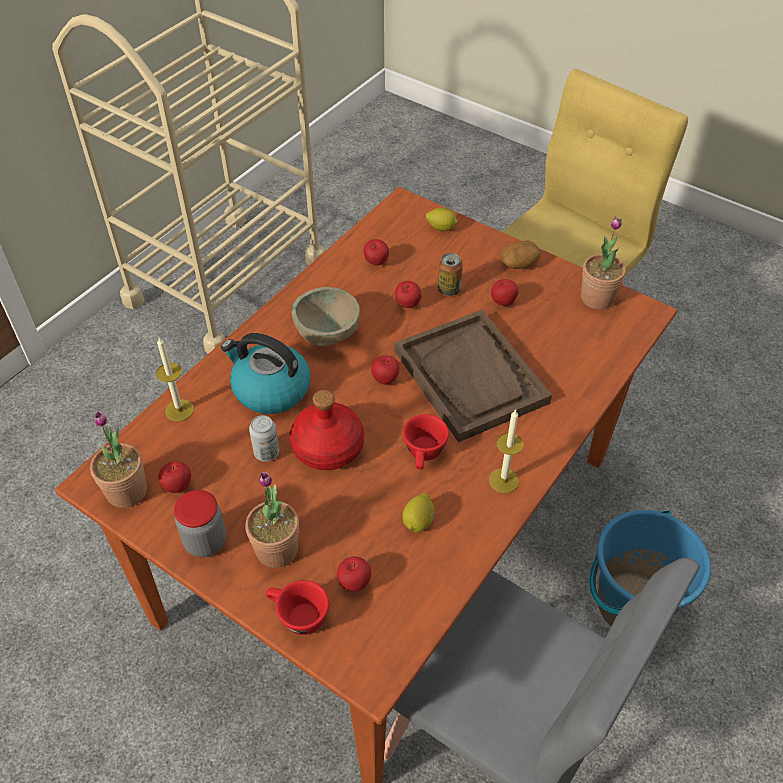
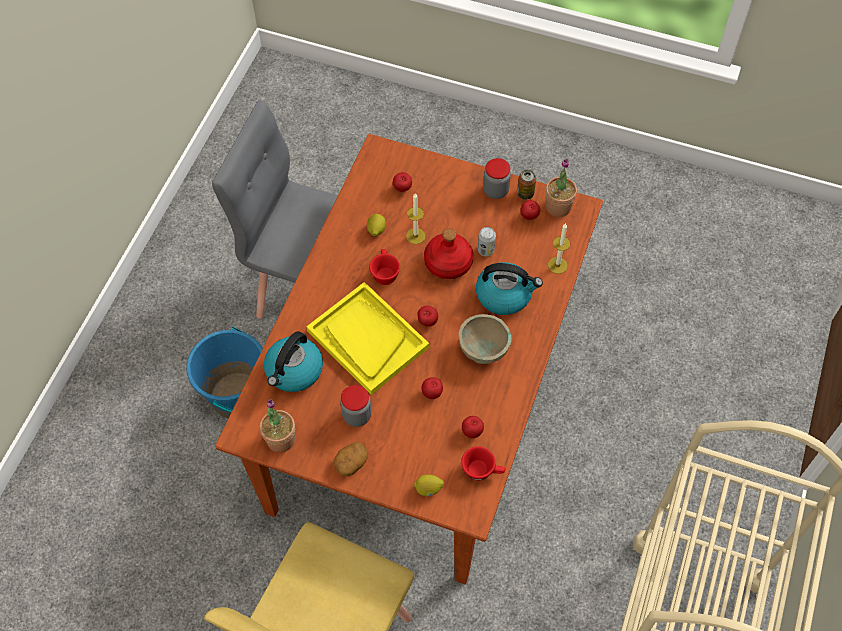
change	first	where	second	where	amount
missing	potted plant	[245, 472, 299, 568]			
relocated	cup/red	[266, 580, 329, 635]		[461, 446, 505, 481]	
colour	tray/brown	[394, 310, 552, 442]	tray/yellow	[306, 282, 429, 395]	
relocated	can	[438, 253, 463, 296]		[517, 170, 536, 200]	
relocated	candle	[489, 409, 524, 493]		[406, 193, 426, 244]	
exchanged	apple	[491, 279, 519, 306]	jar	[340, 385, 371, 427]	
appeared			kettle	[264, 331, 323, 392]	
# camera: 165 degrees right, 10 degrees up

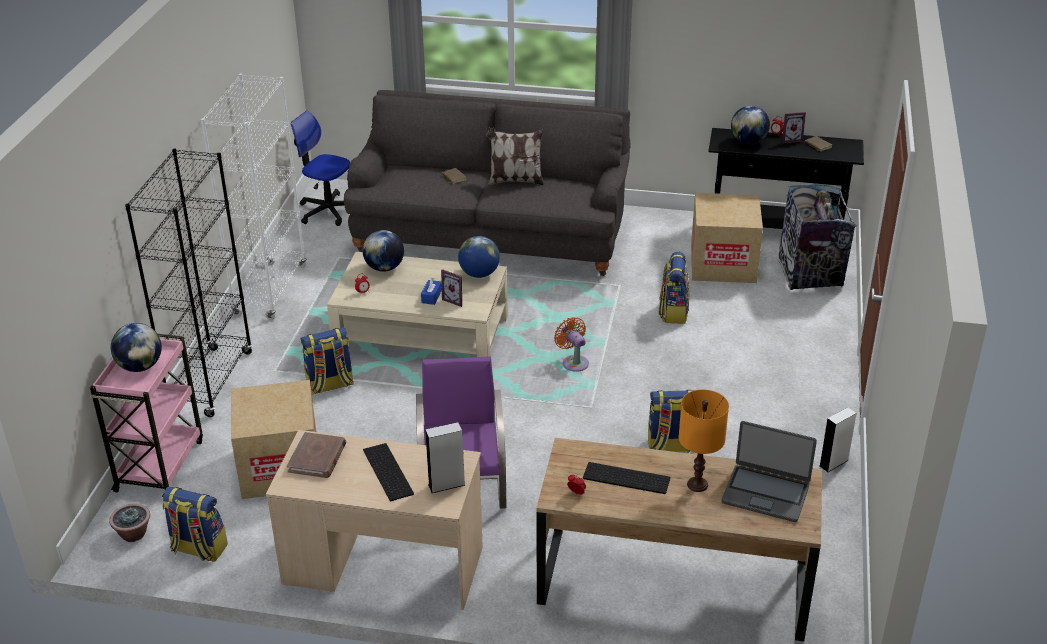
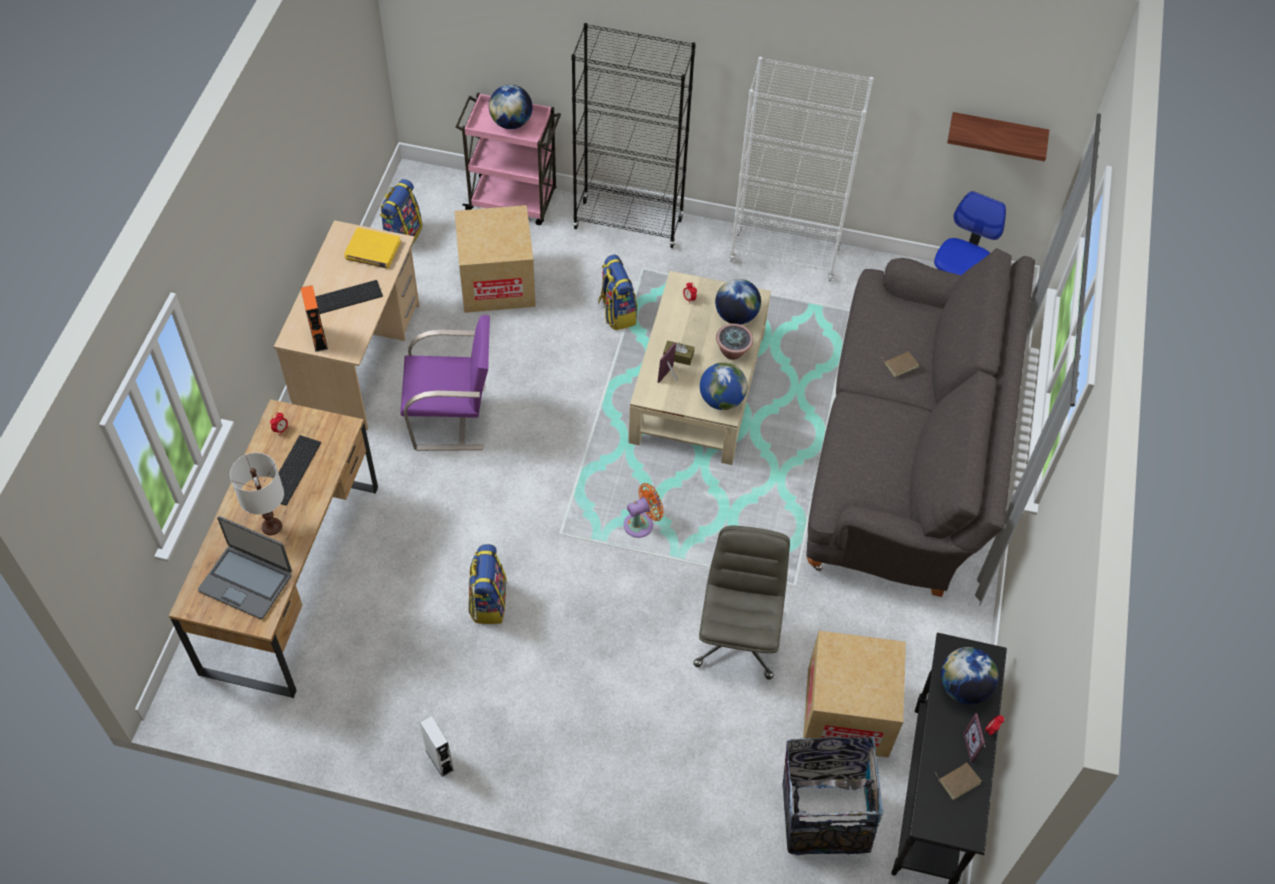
change	first	where	second	where	amount
relocated	potted plant	[109, 504, 150, 542]		[716, 323, 753, 360]	
colour	book/brown	[287, 432, 346, 478]	book/yellow	[345, 227, 401, 269]	
colour	tissue box/blue	[421, 277, 442, 305]	tissue box/brown	[663, 341, 694, 365]	
colour	speaker/grey	[425, 422, 465, 493]	speaker/orange	[301, 285, 328, 352]	
missing	pillow	[486, 128, 544, 185]			
exchanged	backpack	[658, 252, 690, 324]	office chair/grey	[694, 526, 790, 679]	
colour	table lamp/orange	[679, 389, 729, 492]	table lamp/white	[230, 453, 284, 535]	
spun	laptop	[721, 421, 817, 522]		[198, 516, 292, 619]	90 degrees counterclockwise
appeared			shelf	[947, 112, 1049, 161]	
# camera: 90 degrees right, 20 degrees up

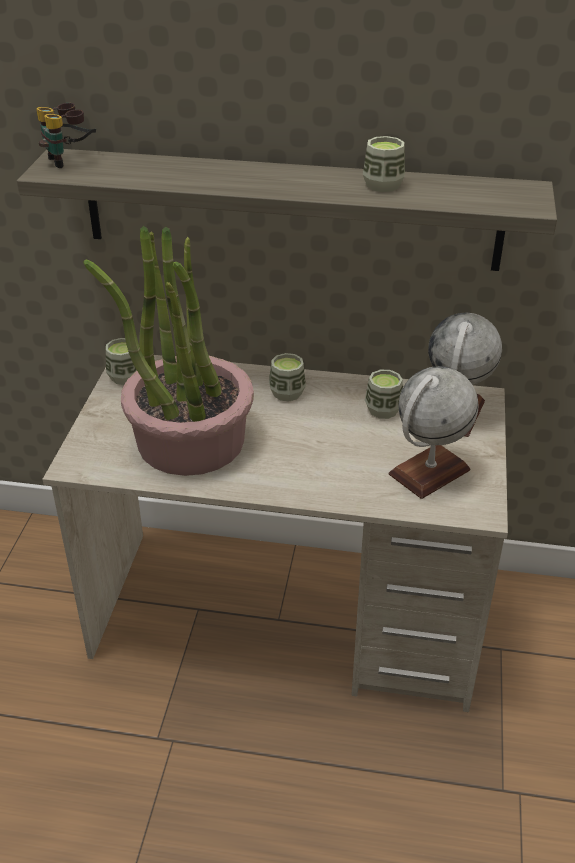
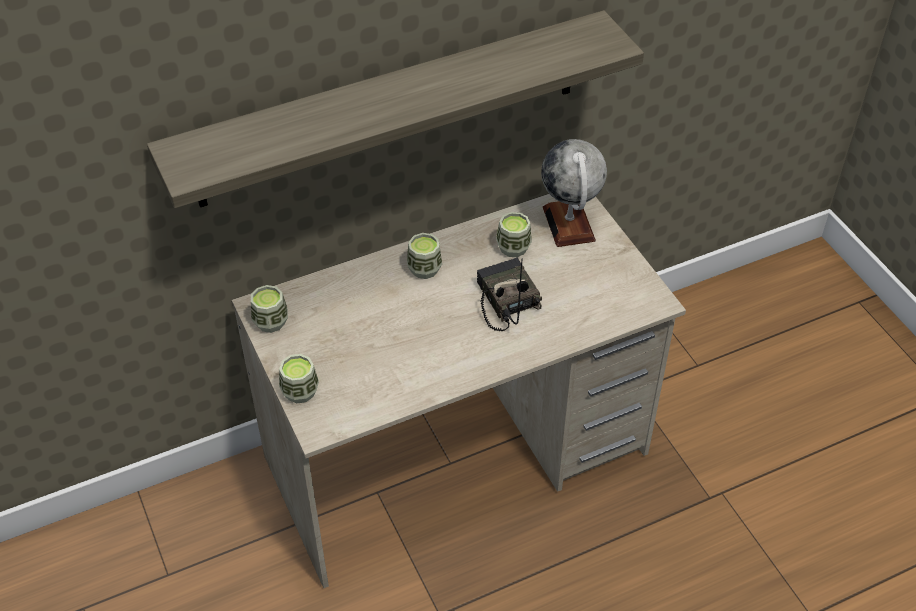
change	first	where	second	where	amount
missing	binoculars	[36, 103, 96, 168]			
missing	potted plant	[83, 226, 254, 476]			
relocated	cup	[363, 136, 405, 192]		[279, 354, 319, 403]	
missing	globe	[389, 366, 478, 499]			
appeared			radio	[477, 258, 542, 331]	
# camera: 35 degrees left, 10 degrees up

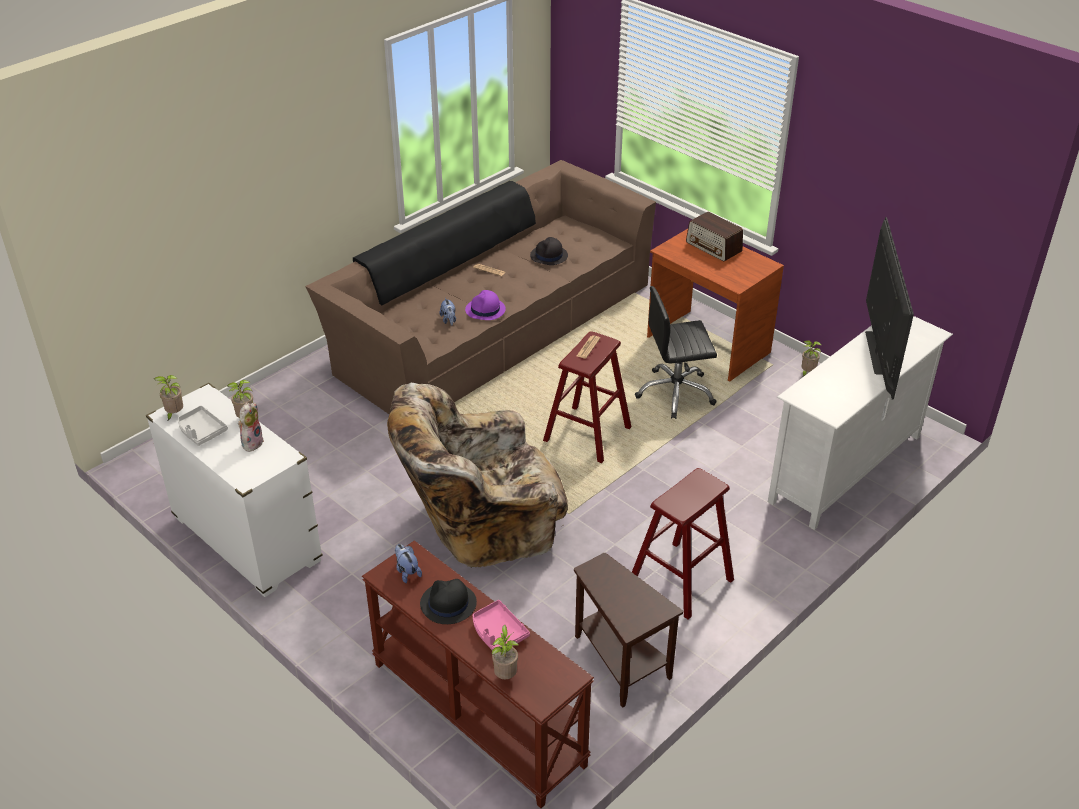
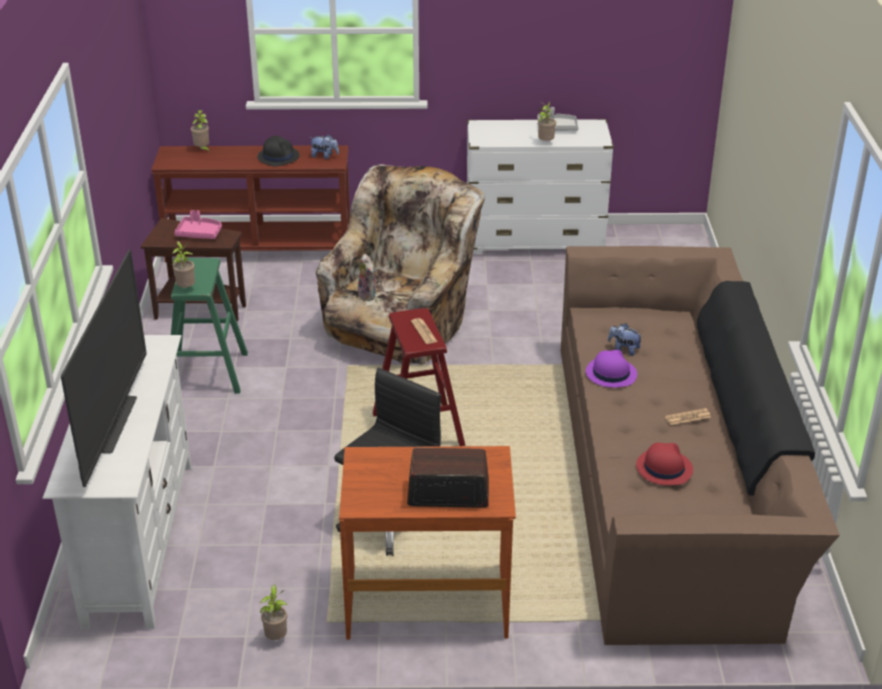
change	first	where	second	where	amount
relocated	potted plant	[154, 375, 183, 422]		[172, 241, 195, 288]	
relocated	plush toy	[238, 403, 264, 452]		[358, 254, 378, 301]	
relocated	tray/pink	[472, 600, 530, 650]		[174, 210, 222, 239]	
colour	hat/black	[530, 237, 568, 265]	hat/red	[636, 443, 693, 485]	
colour	stool/red	[632, 468, 734, 620]	stool/green	[171, 258, 248, 394]	
spun	television	[865, 217, 914, 399]		[61, 250, 147, 487]	135 degrees counterclockwise
# camera: 135 degrees right, 5 degrees down

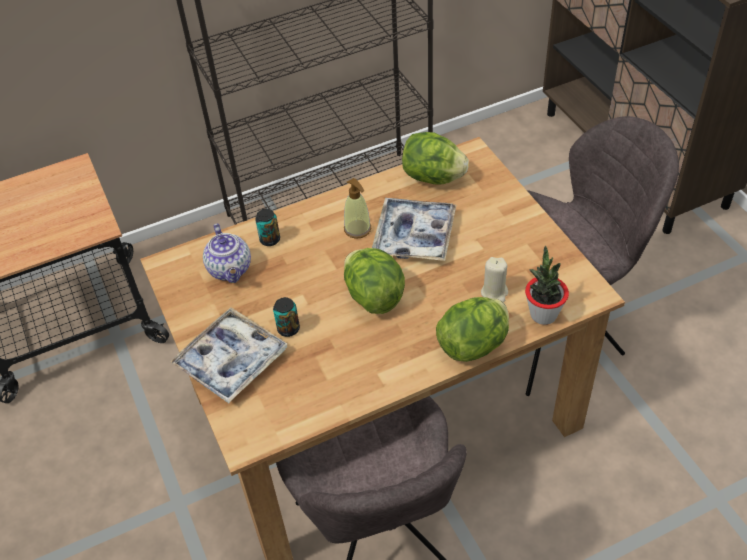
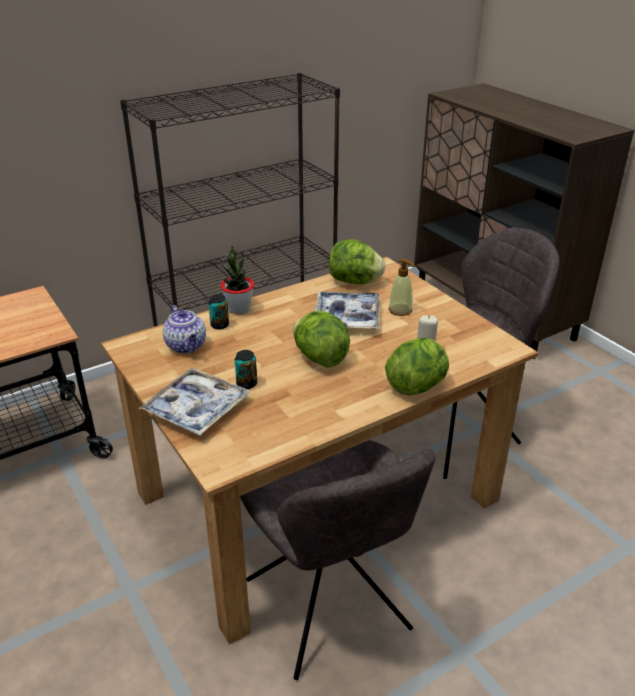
change	first	where	second	where	amount
relocated	soap dispenser	[344, 178, 371, 239]		[389, 259, 415, 316]	
relocated	potted plant	[525, 246, 569, 325]		[221, 245, 254, 314]	
# camera: 10 degrees left, 15 degrees down

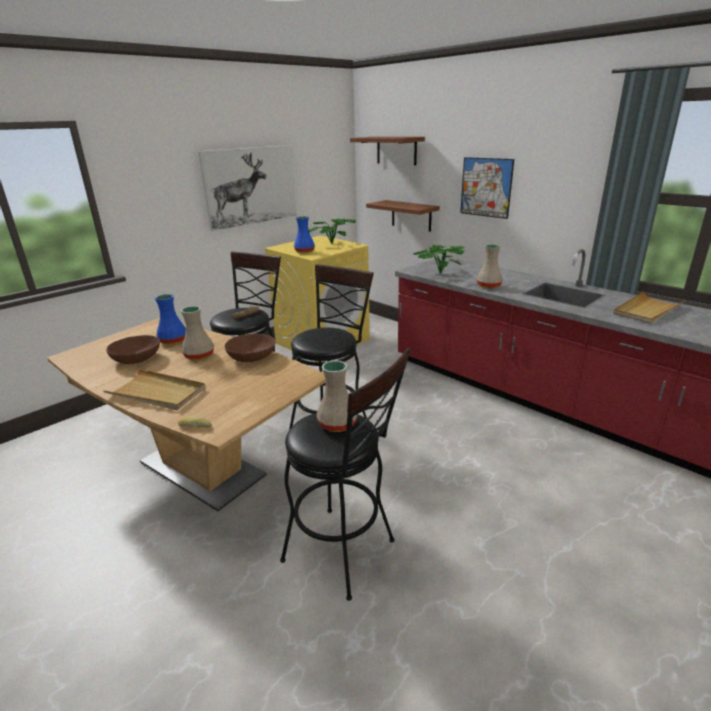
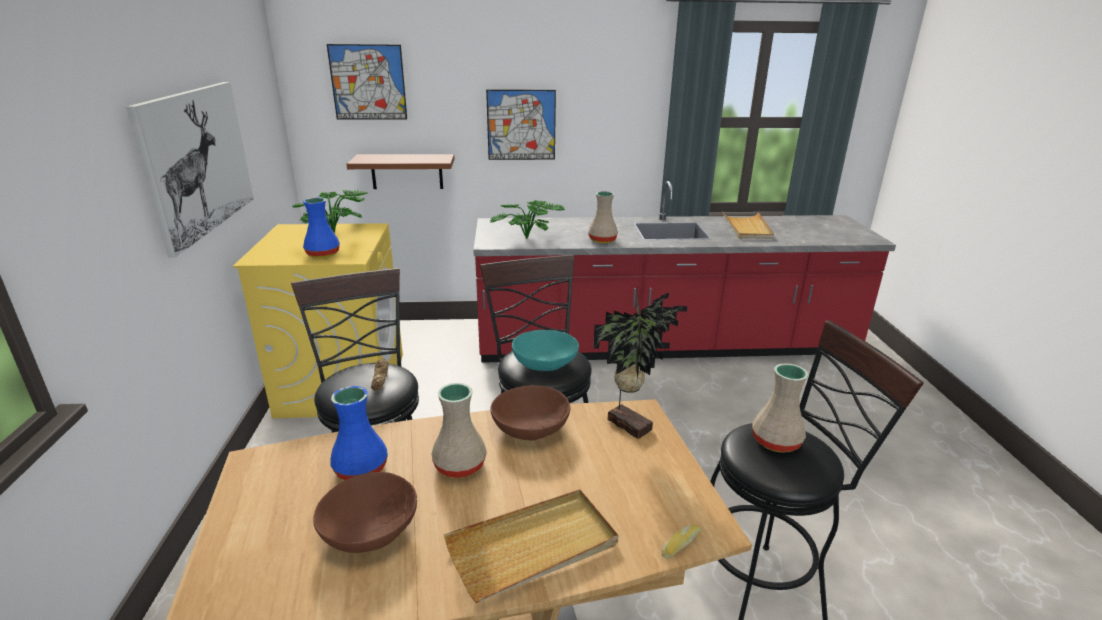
change	first	where	second	where	amount
exchanged	shelf/brown	[350, 137, 425, 165]	picture	[327, 44, 407, 120]	
appeared			bowl/turquoise	[512, 330, 579, 371]	
appeared			potted plant	[593, 287, 687, 439]	
# camera: 50 degrees left, 0 degrees up

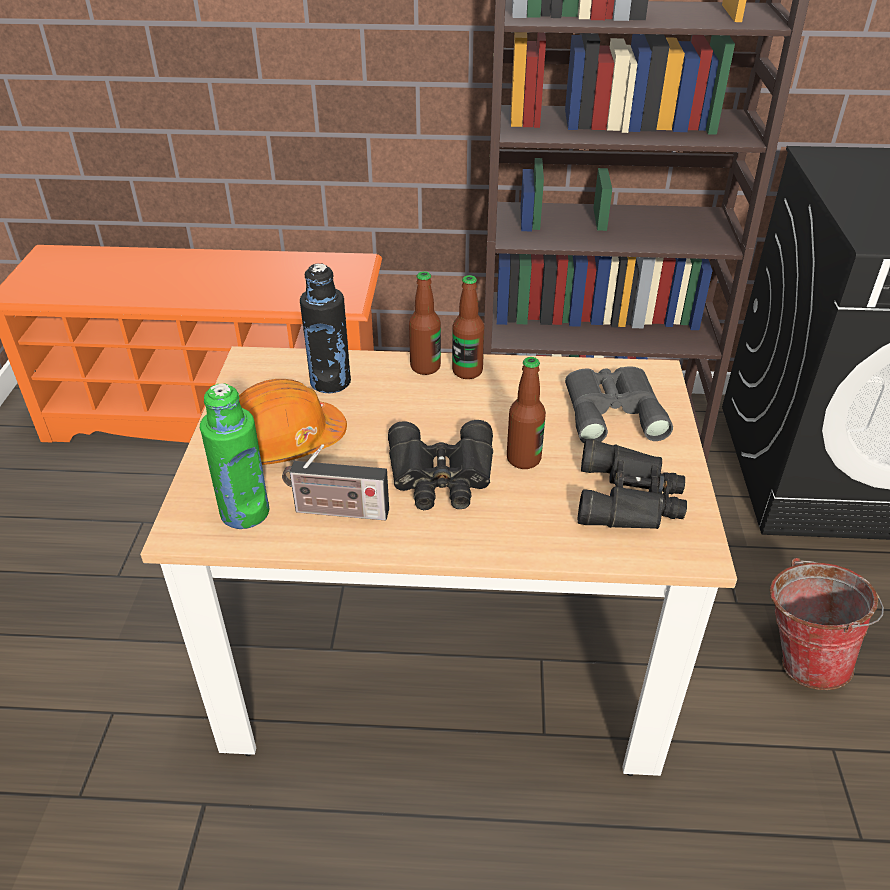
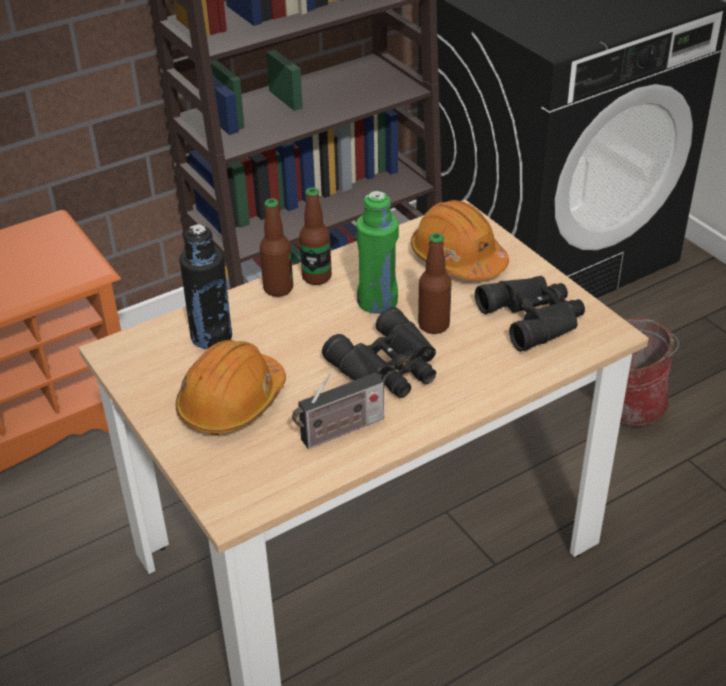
change	first	where	second	where	amount
relocated	bottle/green	[200, 383, 269, 529]		[356, 191, 399, 314]	
exchanged	binoculars/grey	[565, 366, 673, 443]	hard hat/orange	[411, 200, 509, 280]	
# camera: 35 degrees left, 0 degrees up

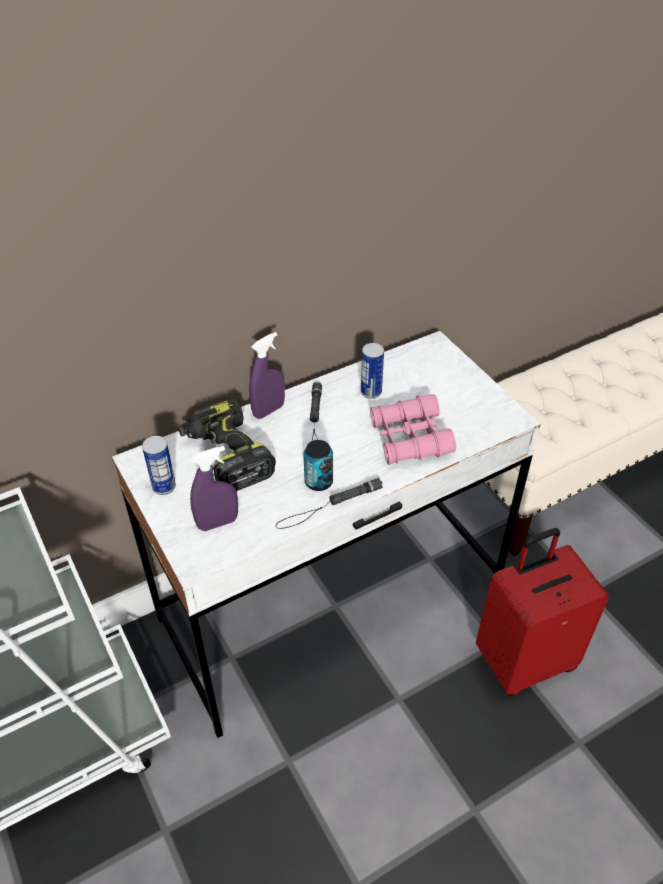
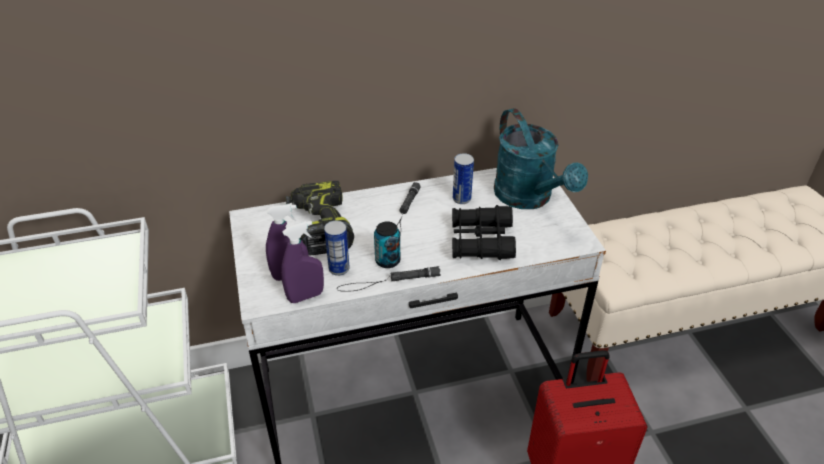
change	first	where	second	where	amount
relocated	can	[142, 436, 176, 495]		[324, 221, 350, 276]	
relocated	spray bottle/purple	[249, 332, 285, 419]		[281, 221, 324, 303]	
colour	binoculars/pink	[370, 394, 456, 465]	binoculars/black	[452, 205, 516, 260]	
appeared			watering can/turquoise	[494, 108, 588, 209]	
# camera: 15 degrees right, 5 degrees down

